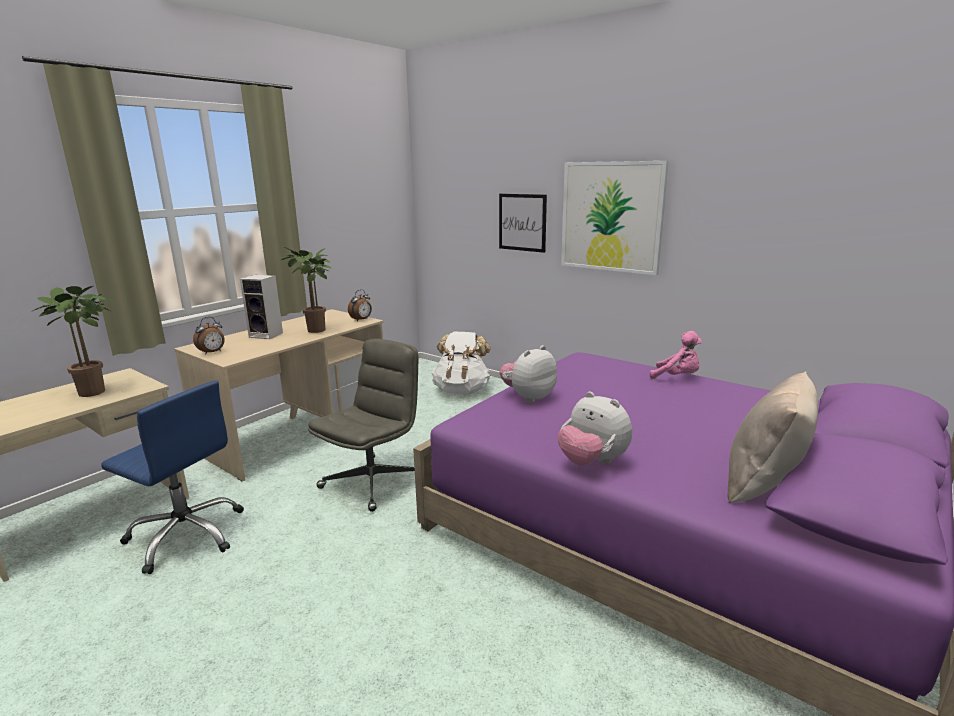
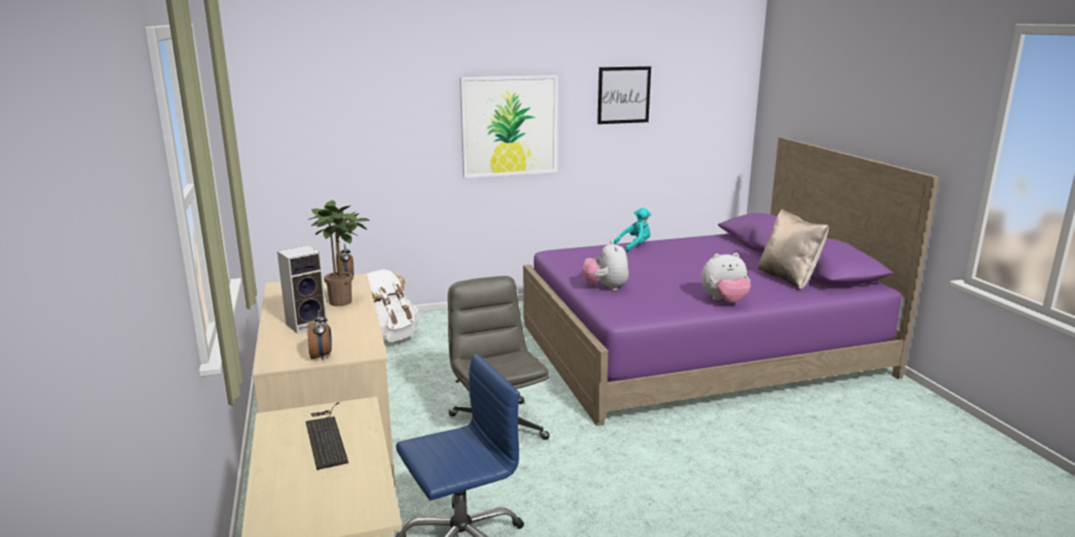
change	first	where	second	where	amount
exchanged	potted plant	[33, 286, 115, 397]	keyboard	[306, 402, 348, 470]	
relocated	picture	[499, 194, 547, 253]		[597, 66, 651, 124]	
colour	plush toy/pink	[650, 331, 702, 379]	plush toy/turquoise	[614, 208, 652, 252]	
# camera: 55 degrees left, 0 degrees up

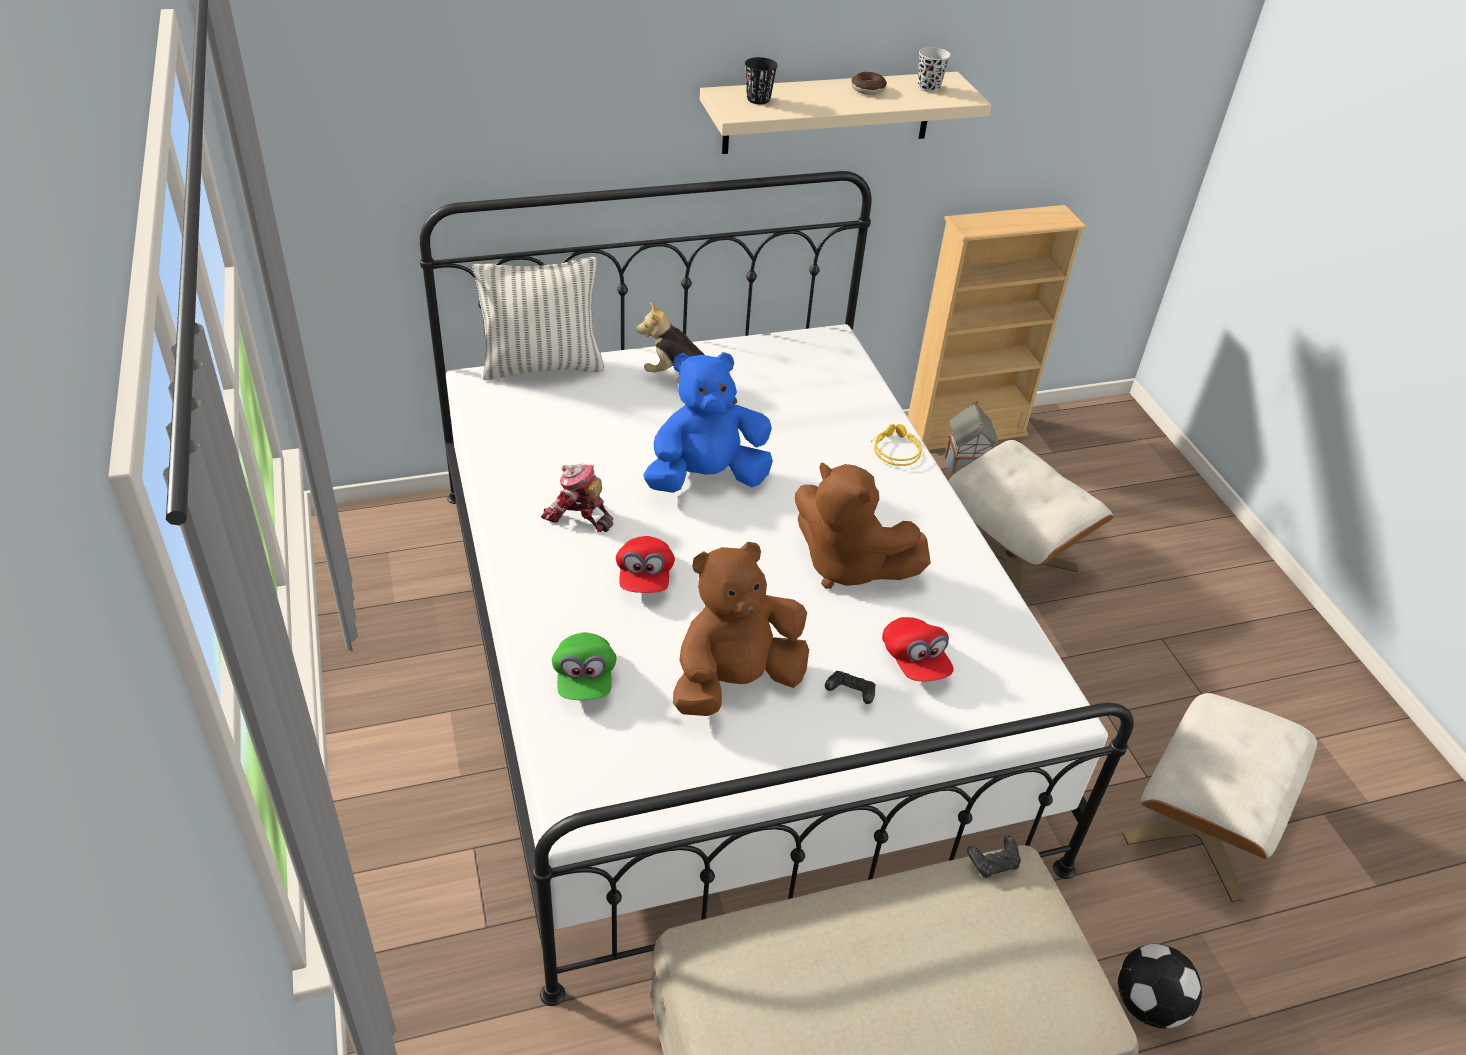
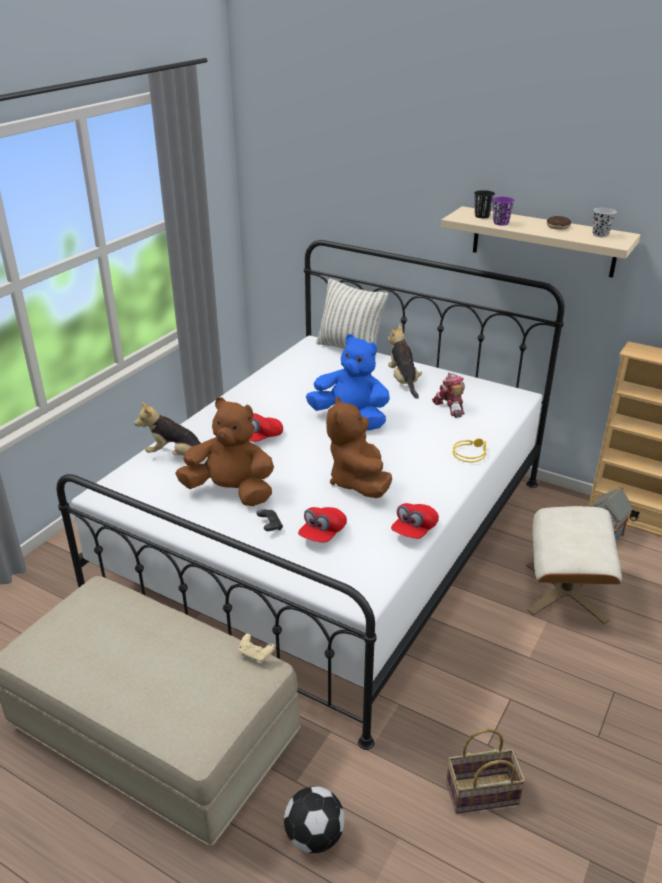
change	first	where	second	where	amount
relocated	toy robot	[541, 464, 613, 532]		[432, 373, 465, 418]	
exchanged	cap/green	[552, 632, 617, 700]	plush toy	[134, 402, 209, 457]	
colour	game controller/black	[967, 835, 1021, 878]	game controller/beige	[238, 634, 275, 664]	
exchanged	ottoman/beige	[1123, 693, 1317, 902]	basket	[446, 729, 526, 813]	
appeared			cap/red	[391, 503, 439, 539]	
appeared			cup/purple	[493, 197, 515, 226]	
# camera: 50 degrees right, 10 degrees down

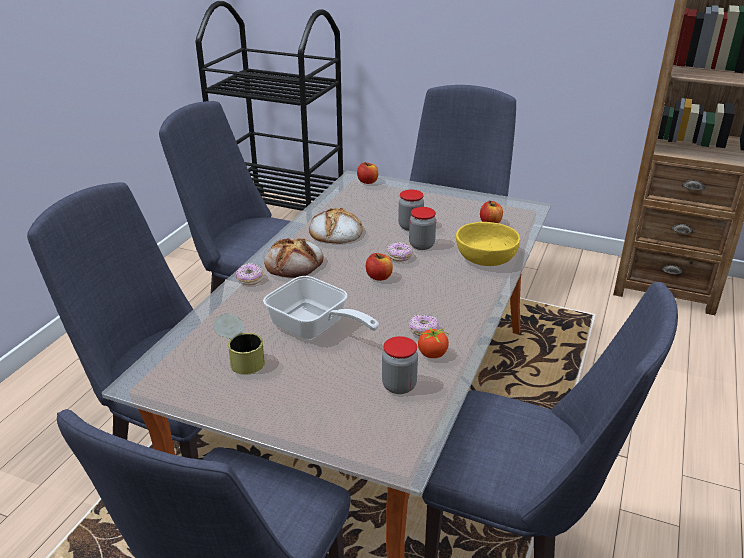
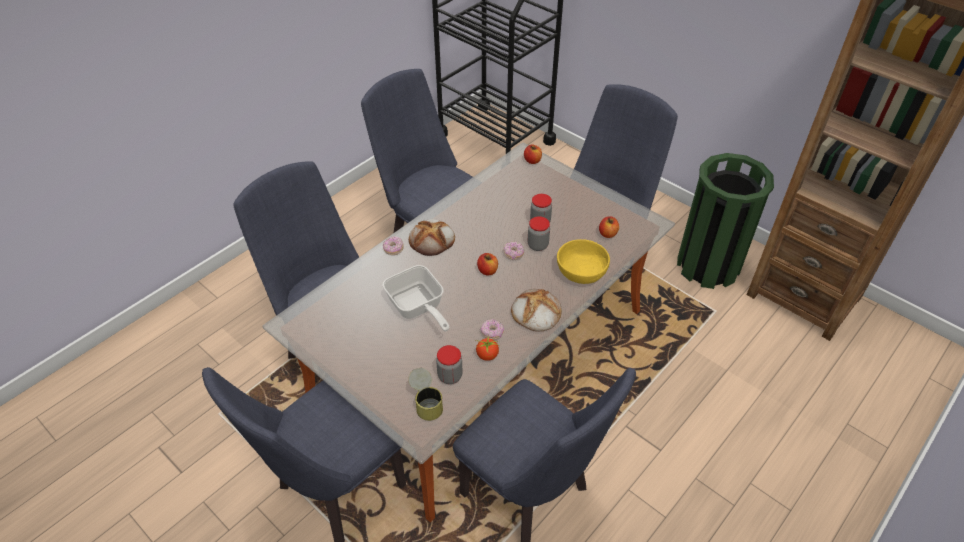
change	first	where	second	where	amount
relocated	can	[213, 313, 265, 375]		[408, 368, 443, 421]	
relocated	bread	[309, 208, 363, 244]		[511, 289, 562, 331]	
appeared			trash can/green	[677, 153, 774, 289]	
# camera: 20 degrees right, 15 degrees up

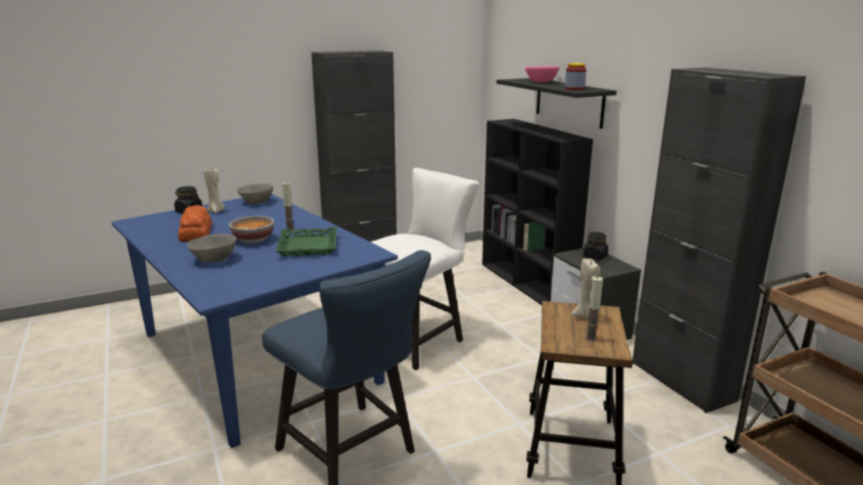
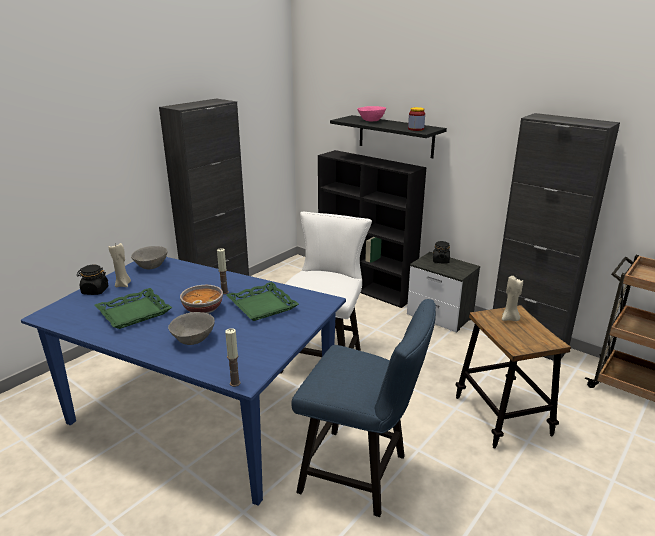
change	first	where	second	where	amount
exchanged	bread	[178, 205, 212, 241]	tray/green	[95, 288, 172, 329]	
relocated	candle	[585, 276, 603, 341]		[225, 328, 241, 387]	
# camera: 25 degrees left, 5 degrees up

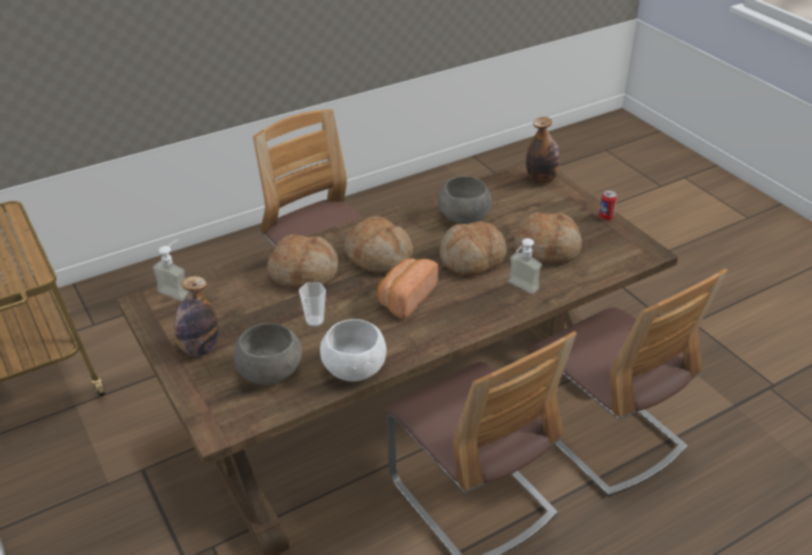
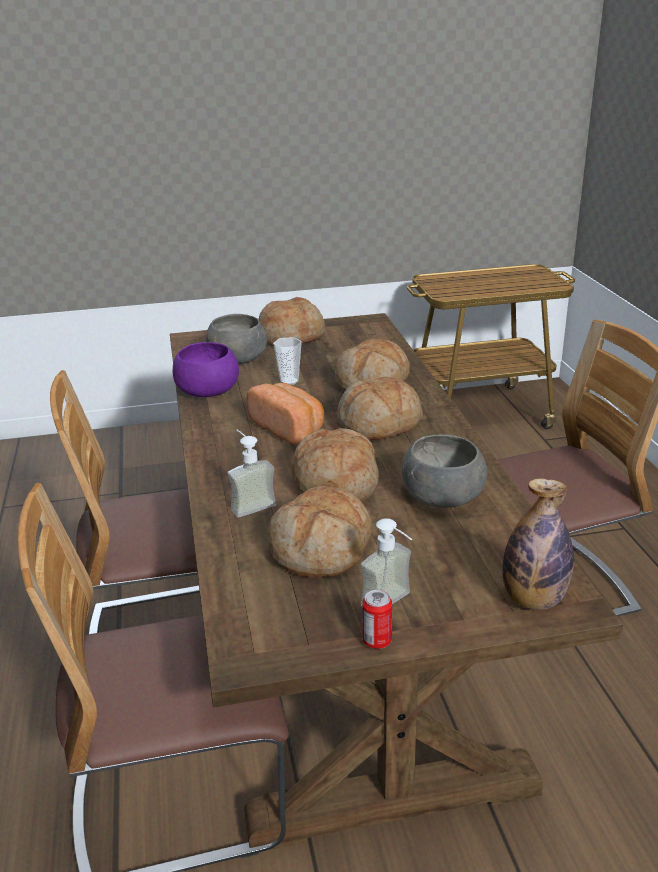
change	first	where	second	where	amount
relocated	soap dispenser	[153, 240, 189, 301]		[360, 518, 413, 607]	
exchanged	bottle	[174, 276, 219, 356]	bread	[258, 297, 325, 346]	
colour	bowl/white	[320, 319, 386, 382]	bowl/purple	[173, 342, 239, 397]	
# camera: 110 degrees right, 10 degrees down

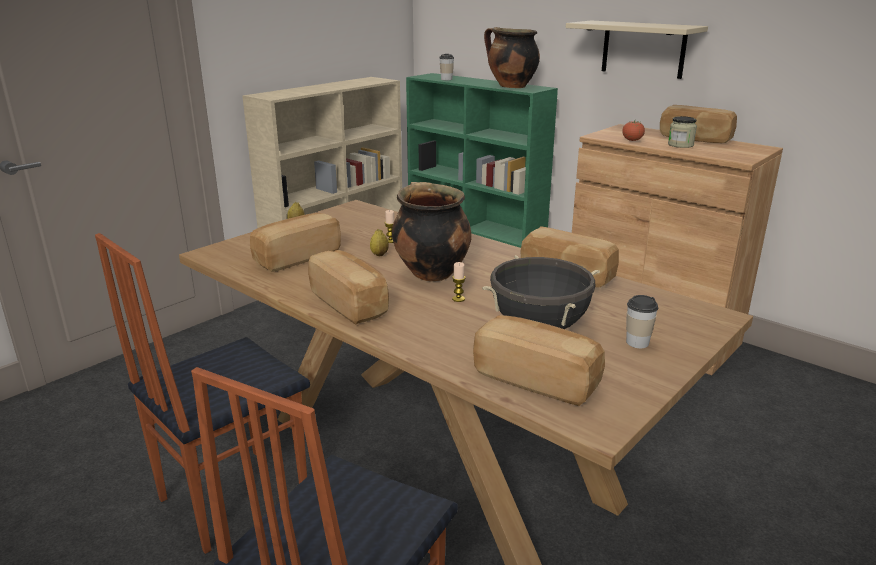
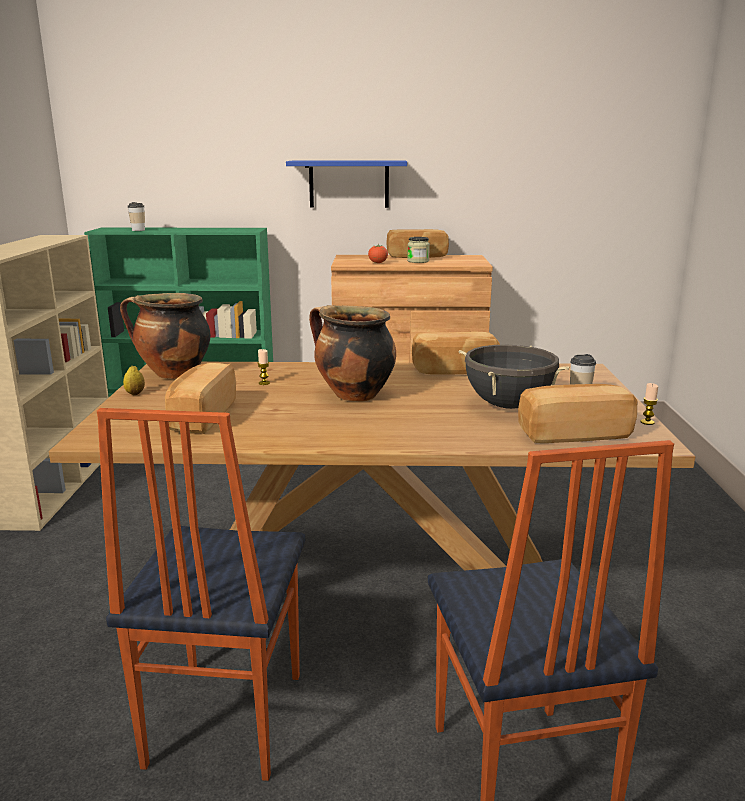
change	first	where	second	where	amount
missing	bread	[308, 250, 389, 325]			
missing	lemon	[370, 229, 389, 256]			
relocated	candle	[452, 262, 466, 302]		[640, 383, 658, 425]	
relocated	cooking pot	[484, 27, 540, 88]		[120, 293, 210, 379]	
colour	shelf/beige	[566, 21, 708, 79]	shelf/blue	[286, 161, 407, 208]	
# camera: 40 degrees left, 5 degrees down

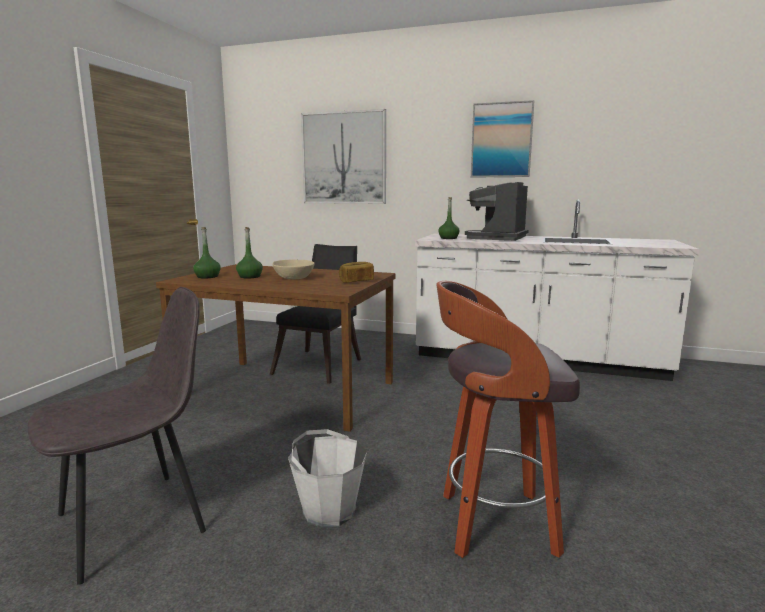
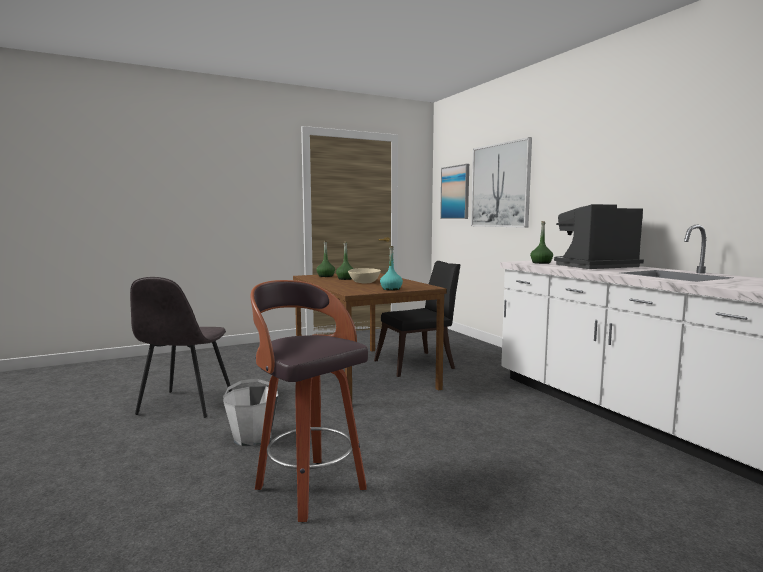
change	first	where	second	where	amount
spun	chair/grey	[28, 287, 206, 585]		[130, 277, 232, 418]	90 degrees clockwise
exchanged	bread	[339, 262, 374, 283]	bottle/turquoise	[380, 246, 403, 291]	
relocated	picture	[471, 100, 534, 178]		[440, 164, 469, 219]	
# camera: 45 degrees right, 5 degrees down

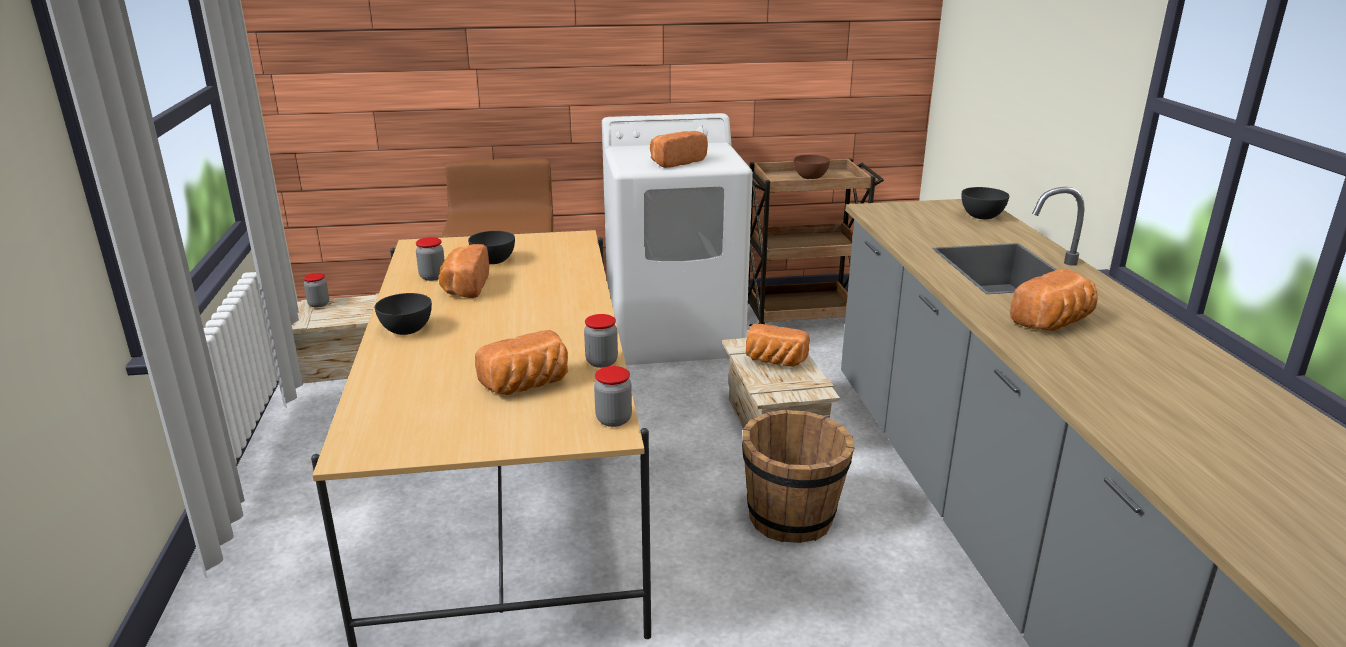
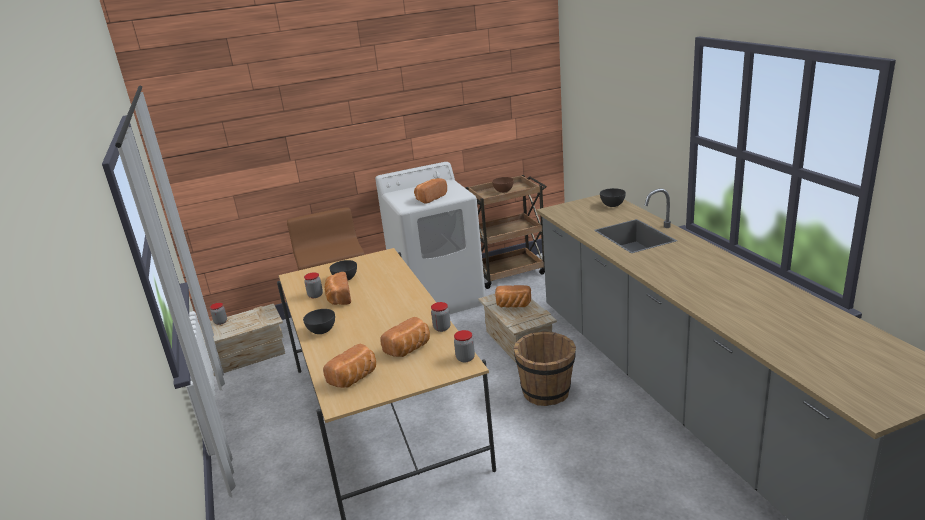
change	first	where	second	where	amount
relocated	bread	[1010, 268, 1098, 331]		[323, 344, 376, 388]	
# camera: 10 degrees left, 0 degrees up

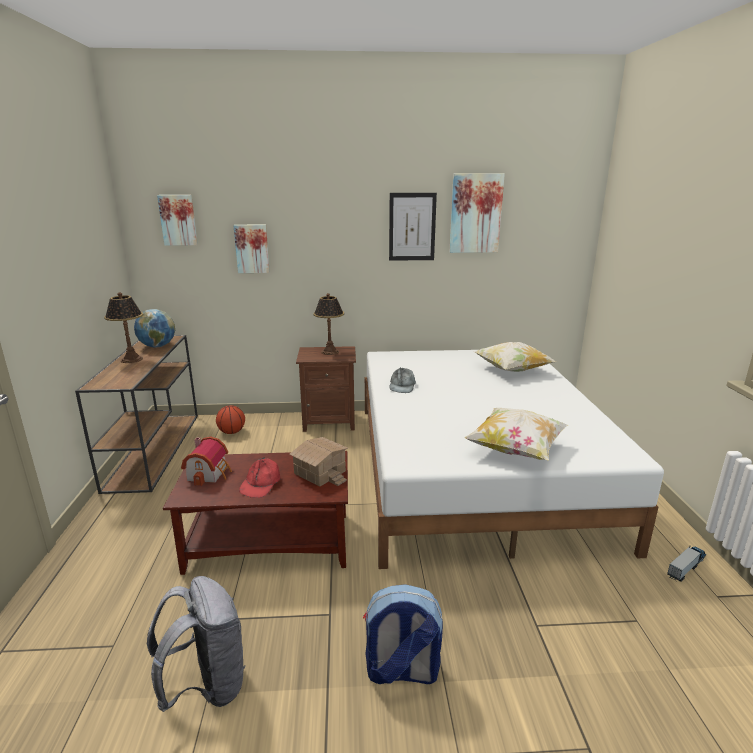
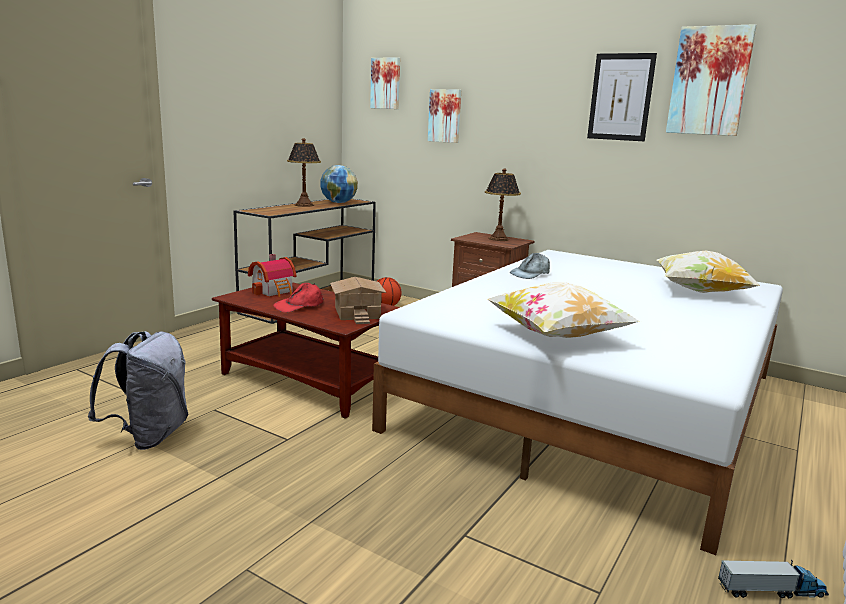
change	first	where	second	where	amount
missing	backpack	[363, 584, 443, 684]			
# camera: 35 degrees right, 5 degrees down

